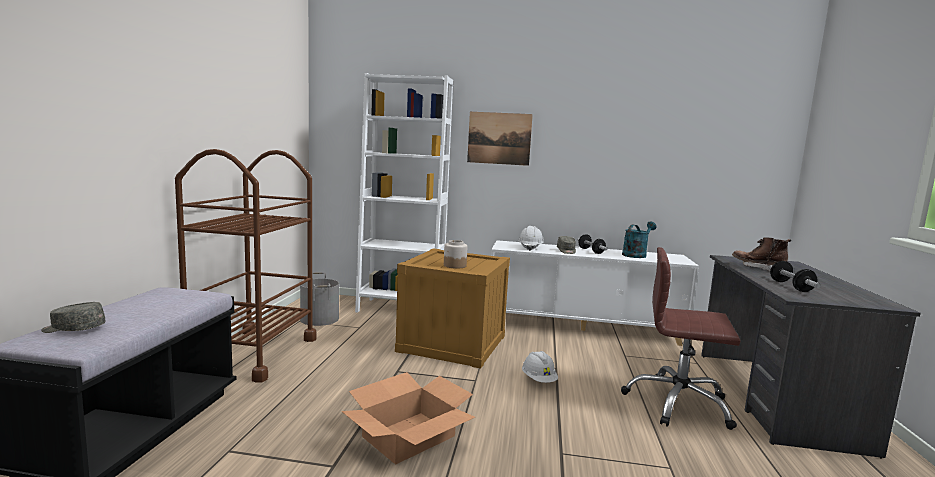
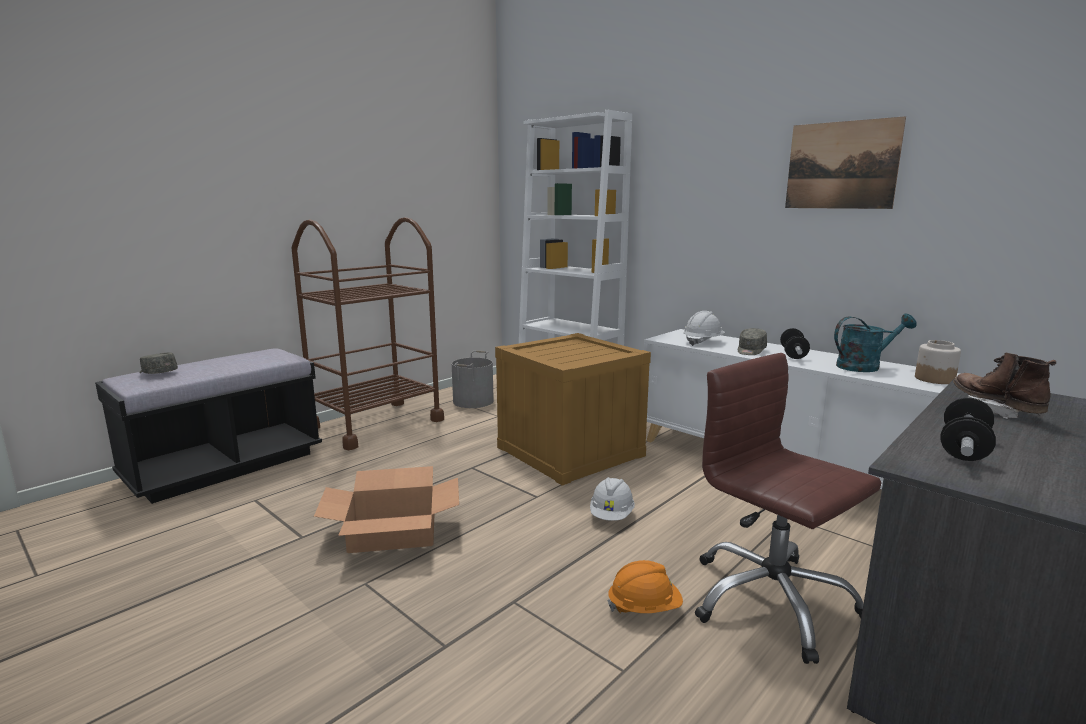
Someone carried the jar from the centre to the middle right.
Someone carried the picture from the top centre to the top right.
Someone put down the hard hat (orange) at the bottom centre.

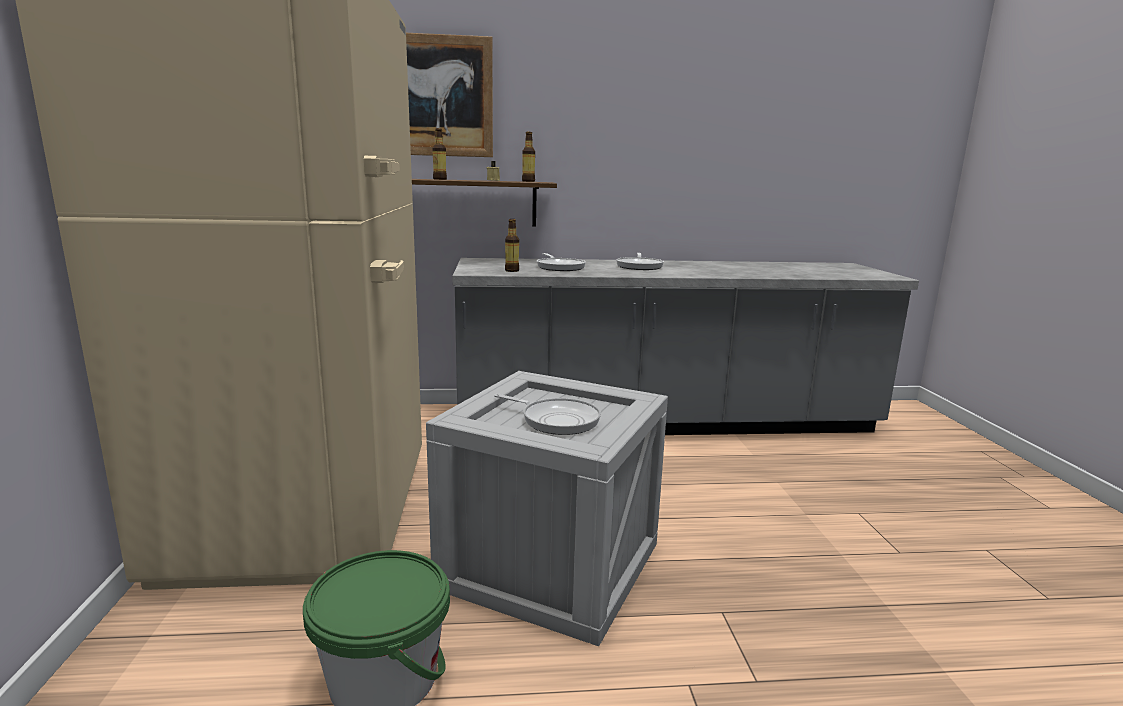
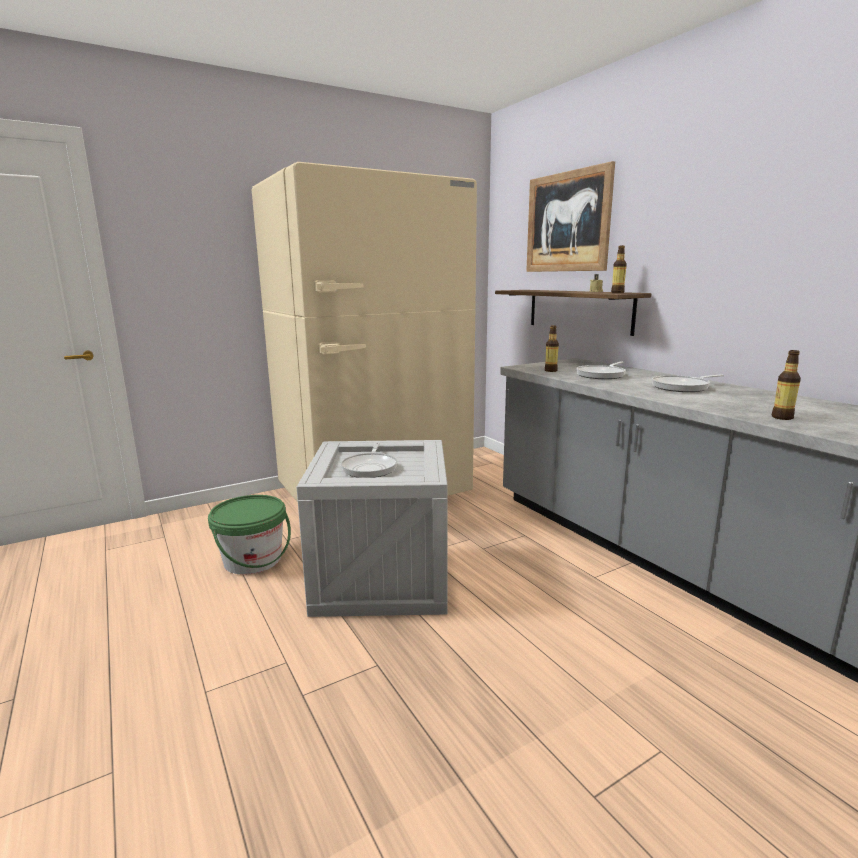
Someone carried the bottle (1st from left in the first image) from the top centre to the middle right.

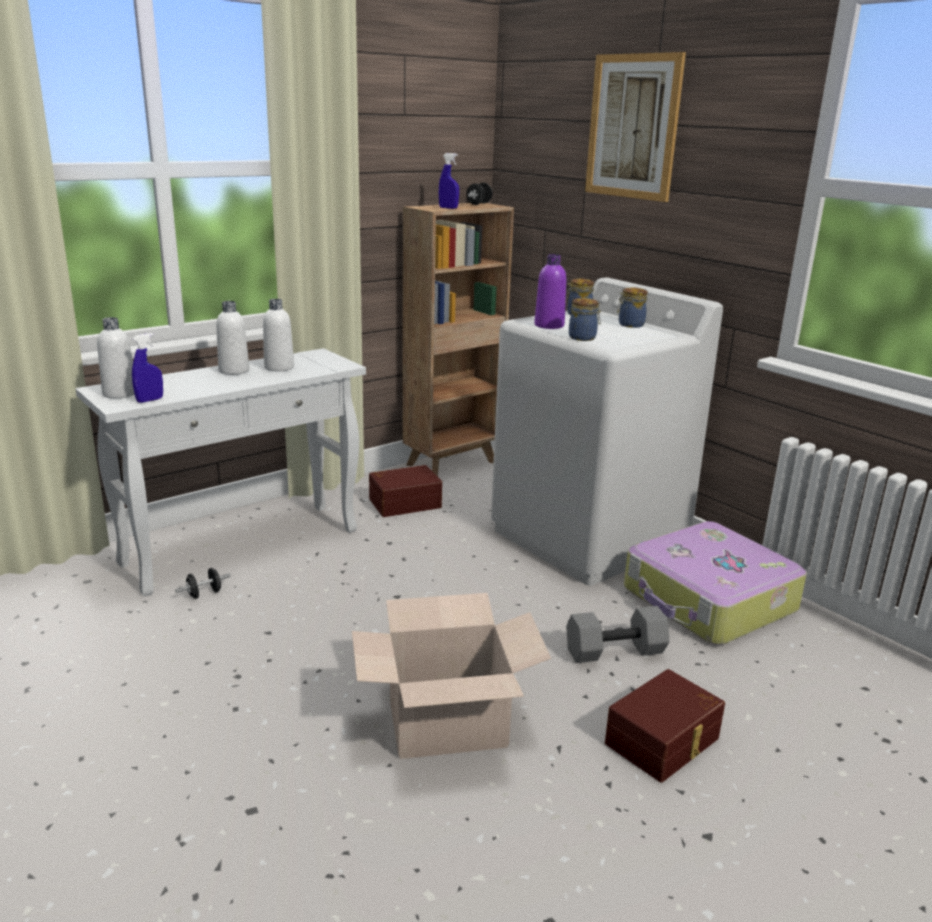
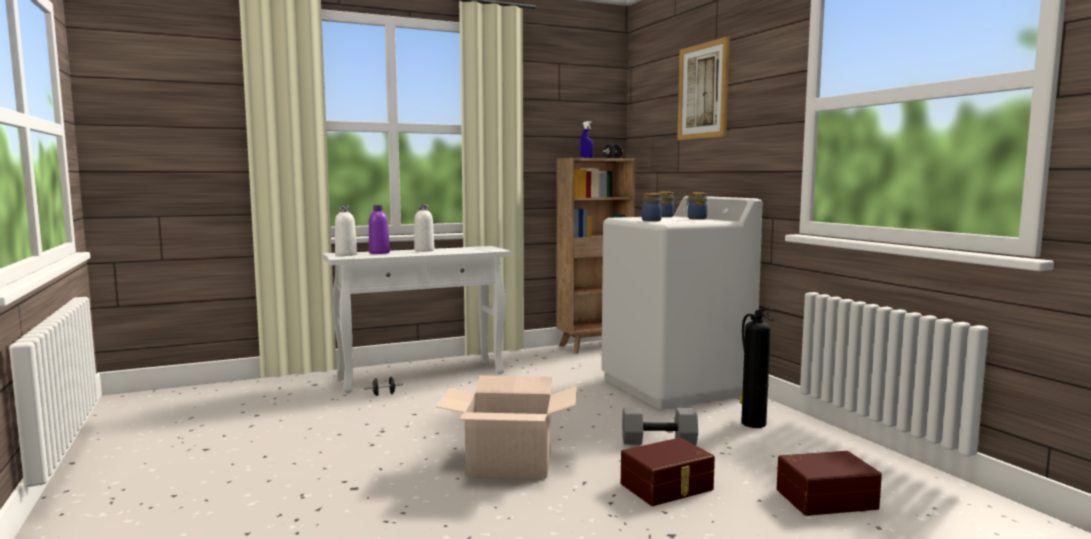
Someone took away the spray bottle (blue) (1st from left) at the middle left.
Someone took away the bottle (white) (3rd from left) at the middle left.
Someone carried the storage box (brown) (1st from left in the first image) from the centre to the bottom right.
Someone carried the bottle (purple) from the top centre to the centre.
Someone swapped the suitcase at the middle right for the fire extinguisher at the bottom right.

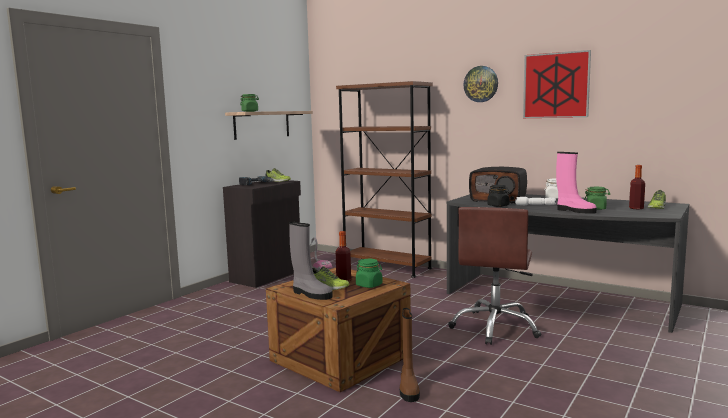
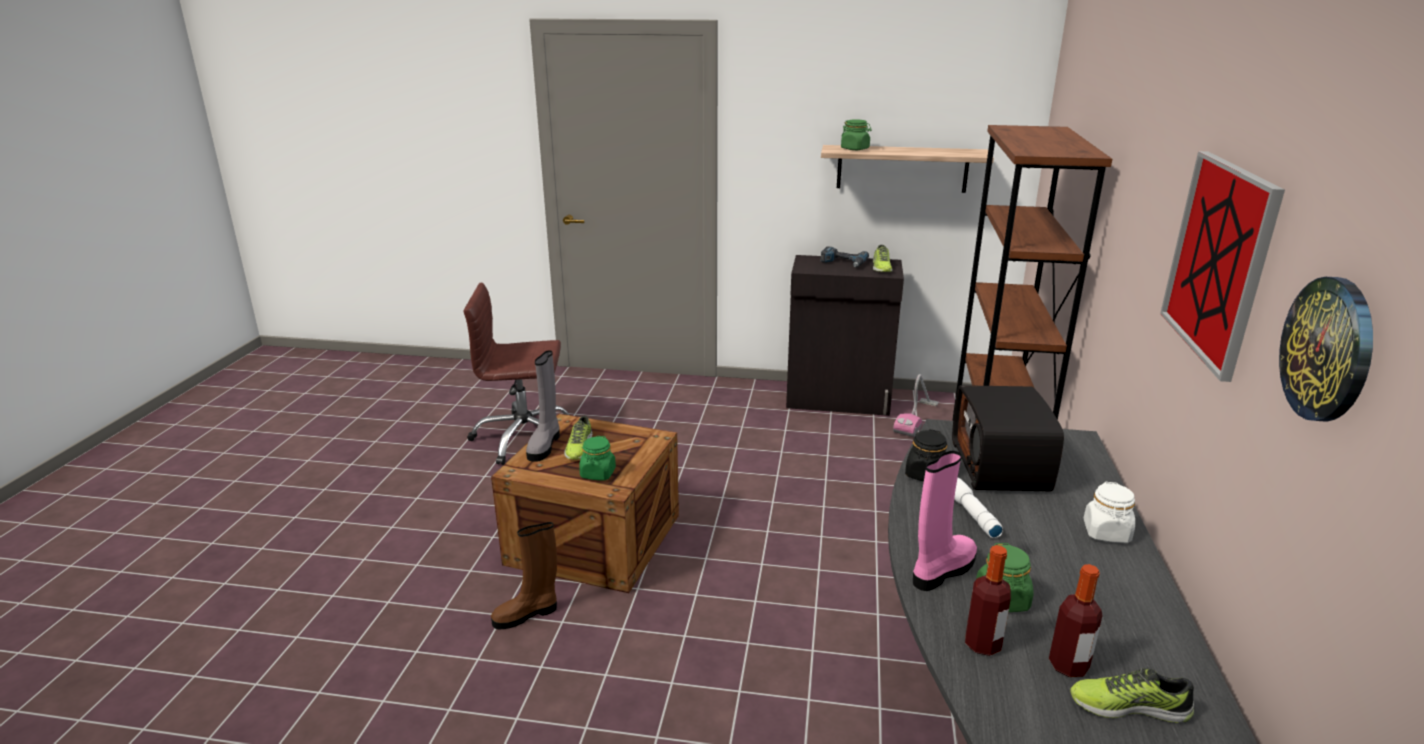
Someone carried the bottle (1st from left) from the centre to the bottom right.
Someone carried the office chair (brown) from the middle right to the centre.
Someone carried the wall clock from the top centre to the middle right.
Someone rotated the boot (pink) at the middle right by 150 degrees counterclockwise.

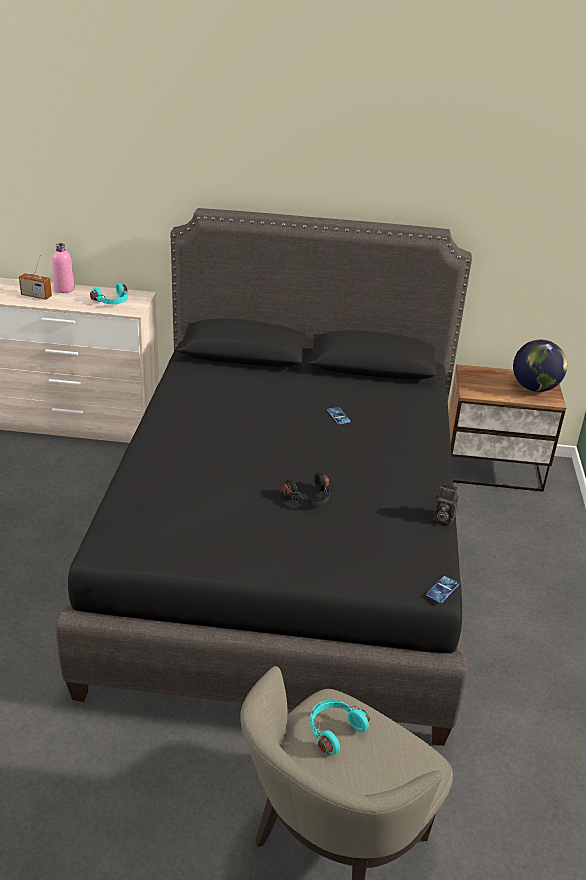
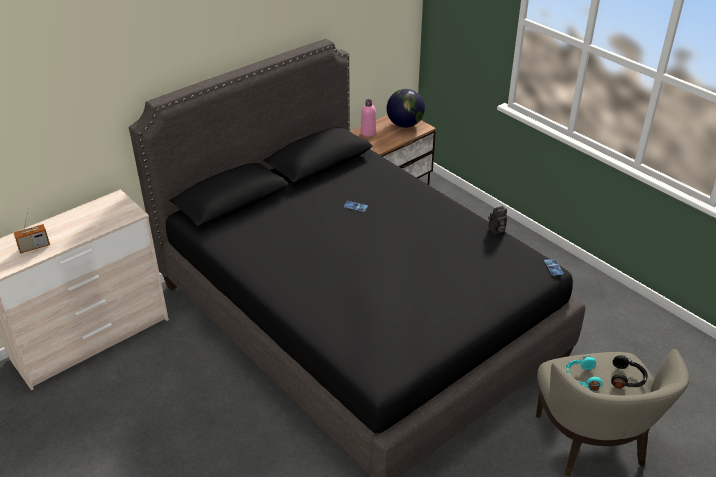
Someone carried the bottle (pink) from the top left to the top centre.
Someone took away the headphones (turquoise) (1st from left) at the top left.
Someone carried the headphones (black) from the centre to the bottom right.

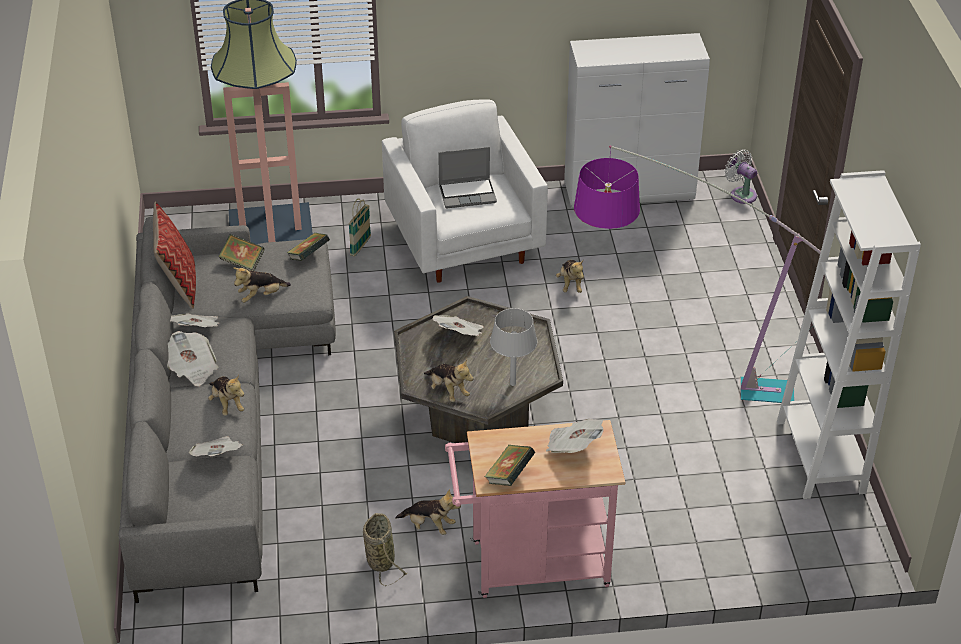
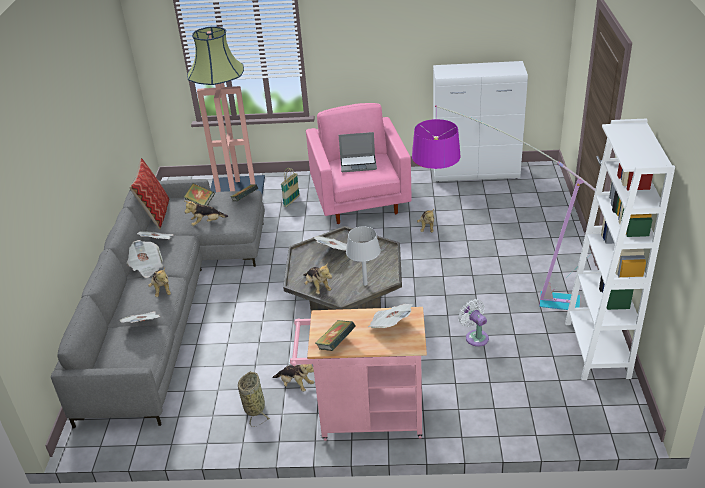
Someone repainted the armchair (white) at the top centre, which became the armchair (pink) at the centre.
Someone carried the fan (white) from the top right to the middle right.

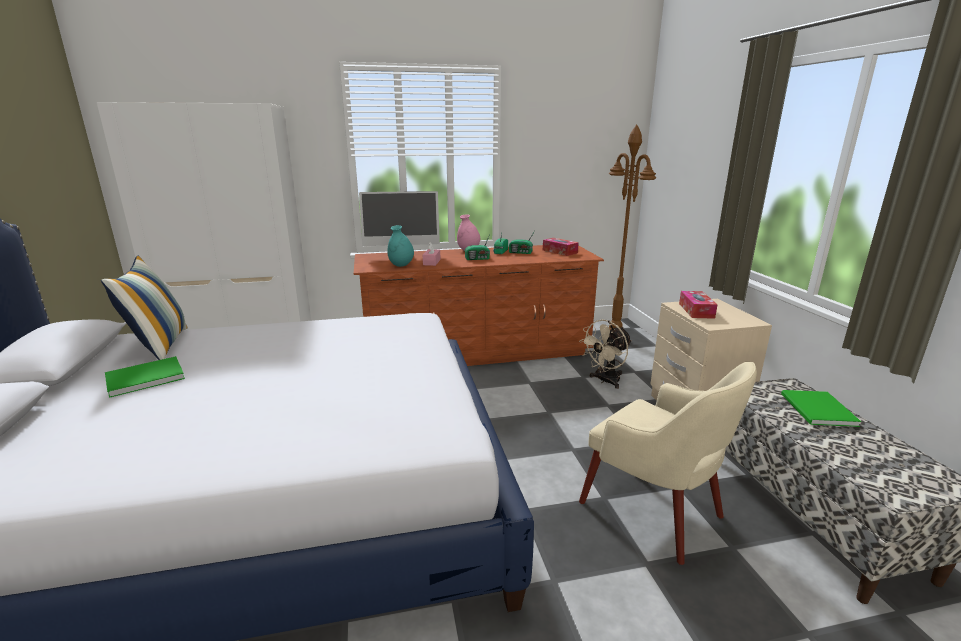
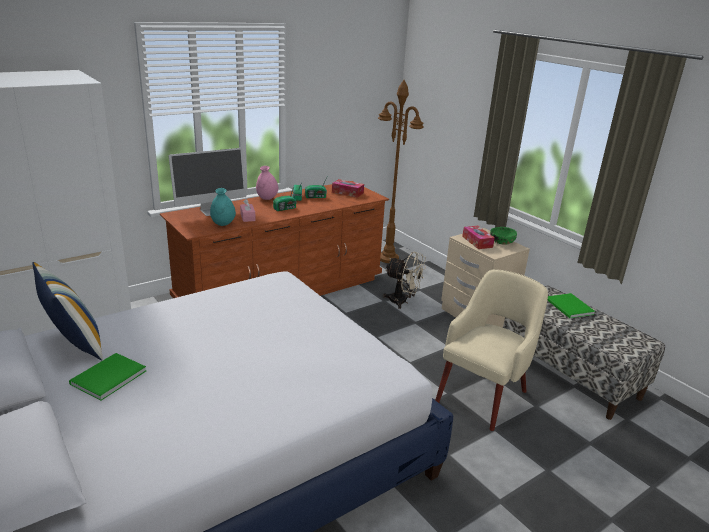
Someone rotated the fan (beige) at the centre by 90 degrees counterclockwise.
Someone rotated the armchair (beige) at the bottom right by 75 degrees counterclockwise.
Someone put down the bowl (green) at the middle right.

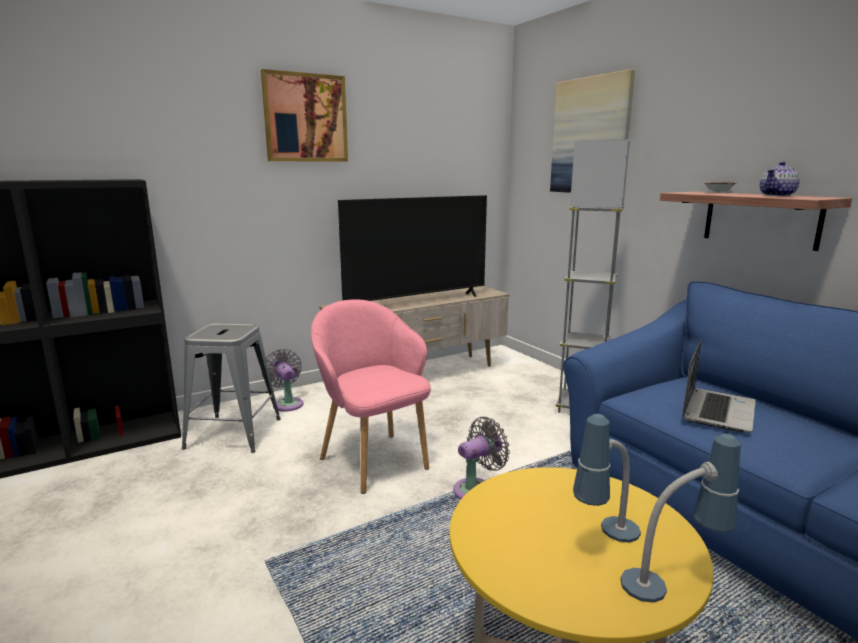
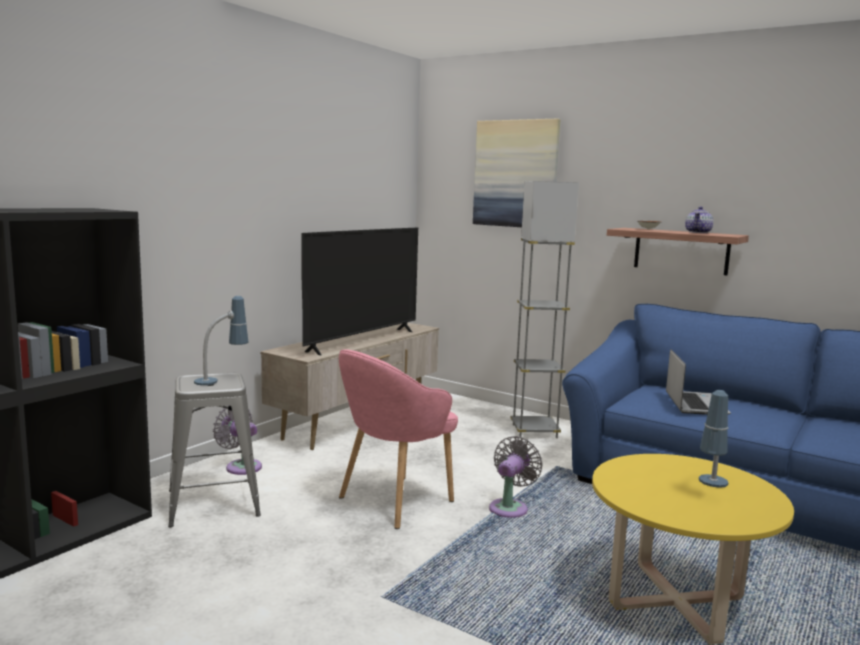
Someone took away the picture (1st from left) at the top centre.
Someone rotated the armchair (pink) at the centre by 75 degrees counterclockwise.
Someone carried the table lamp (2nd from left in the first image) from the bottom right to the middle left.

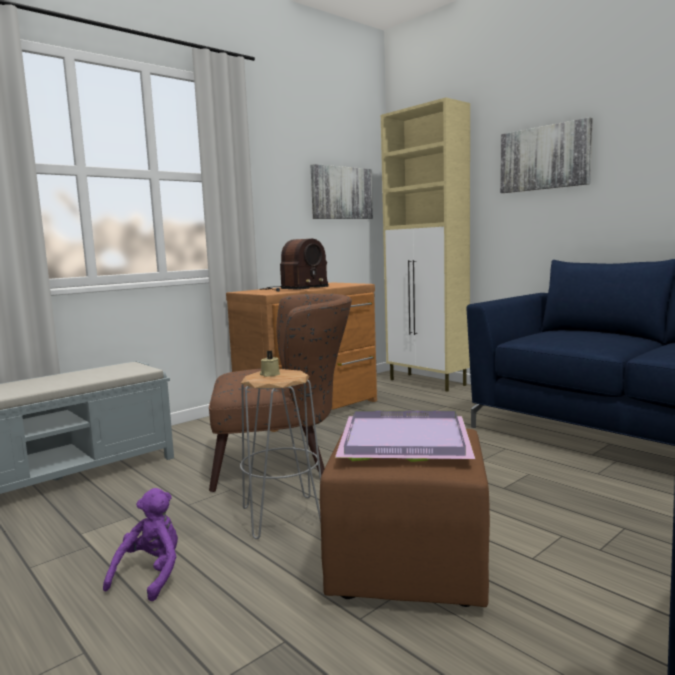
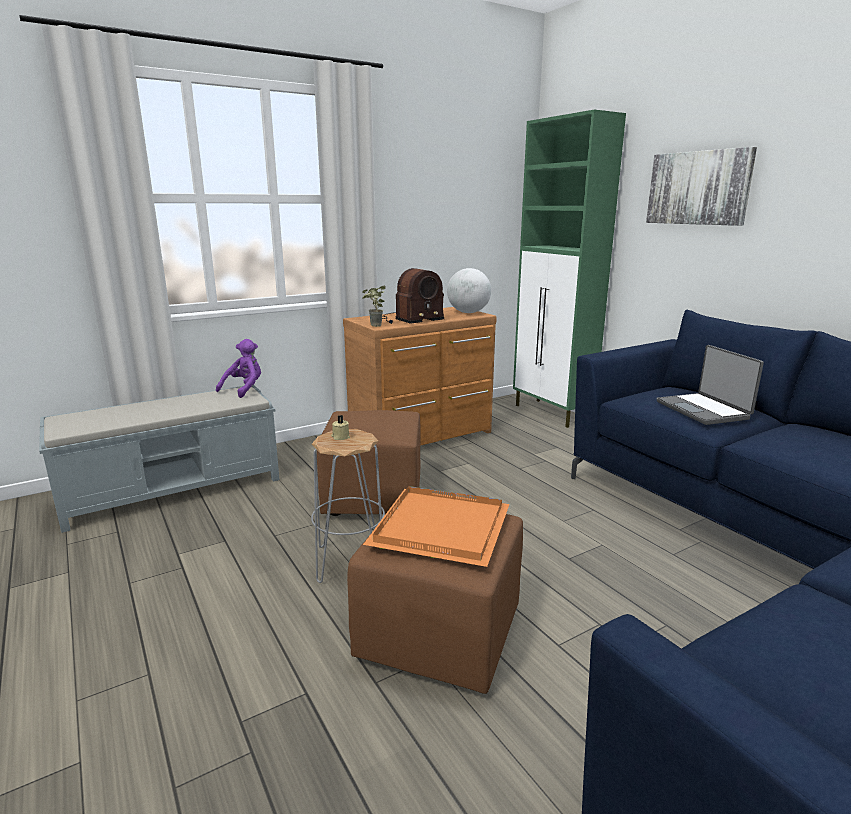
Someone carried the plush toy (purple) from the bottom left to the middle left.
Someone swapped the armchair (brown) at the centre for the ottoman (brown) (1st from left) at the centre.
Someone took away the picture (1st from left) at the top centre.
Someone repainted the tray (purple) at the centre, which became the tray (orange) at the centre.
Someone repainted the cabinet (beige) at the centre, which became the cabinet (green) at the top right.
Someone put down the potted plant at the centre.
Someone put down the globe at the centre.
Someone put down the laptop at the middle right.

